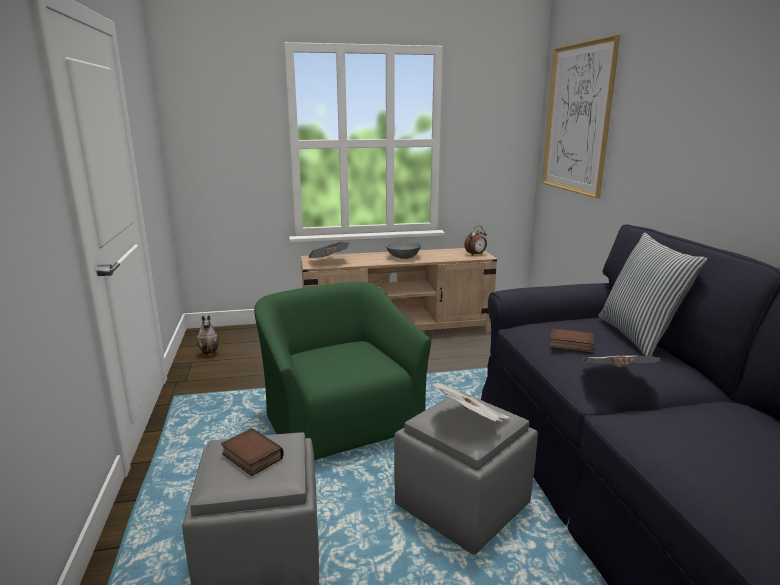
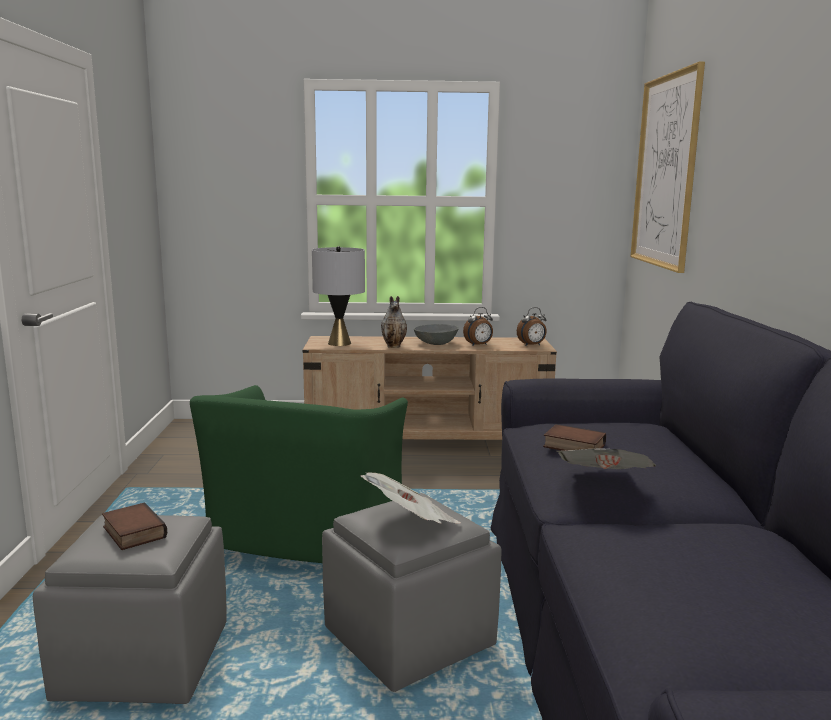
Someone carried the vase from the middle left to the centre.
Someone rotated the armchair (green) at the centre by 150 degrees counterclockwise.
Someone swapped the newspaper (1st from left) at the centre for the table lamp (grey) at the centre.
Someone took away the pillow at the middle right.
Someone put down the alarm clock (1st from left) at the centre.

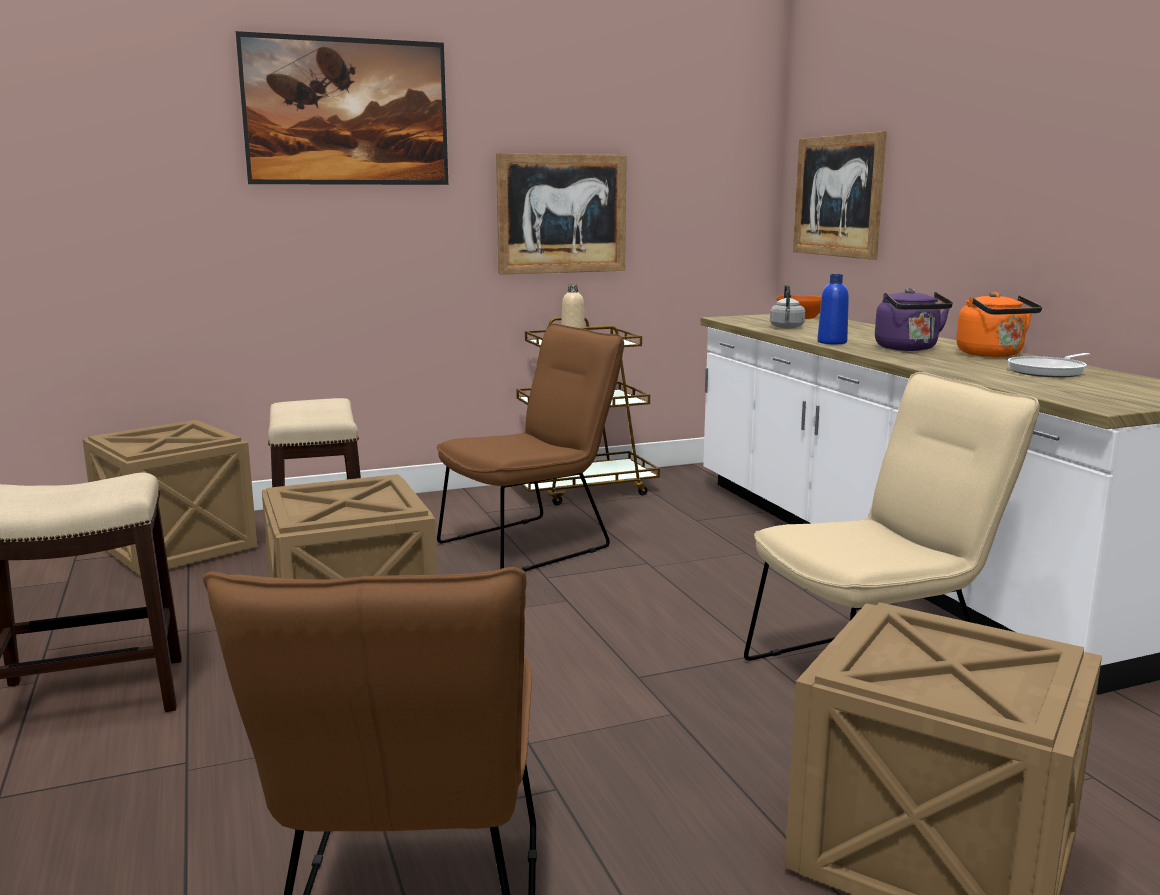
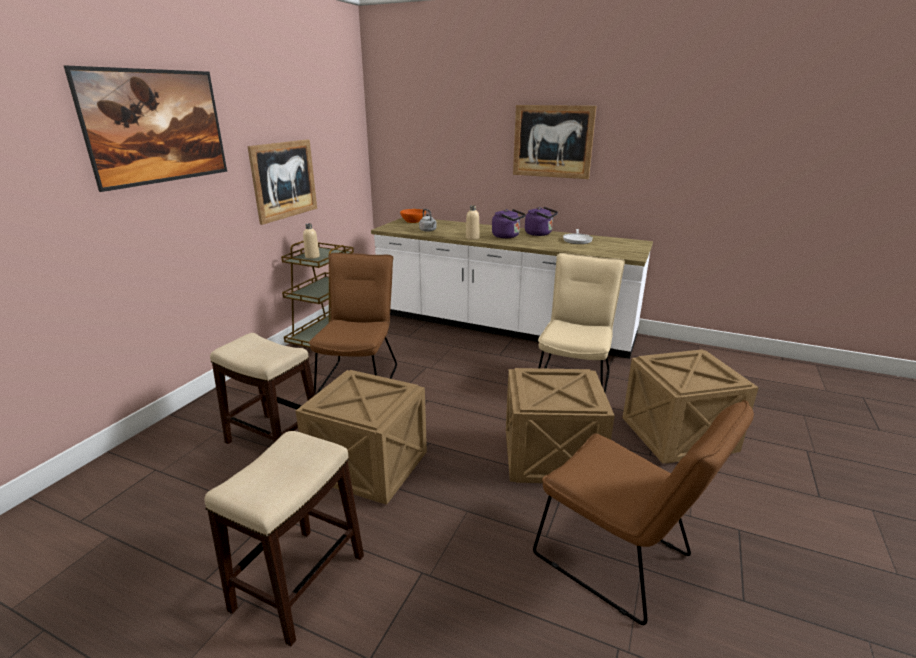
Someone carried the crate (1st from left in the first image) from the middle left to the centre.
Someone carried the picture (3rd from left) from the top right to the top centre.
Someone repainted the bottle (blue) at the middle right, which became the bottle (beige) (2nd from left) at the centre.
Someone repainted the kettle (orange) at the middle right, which became the kettle (purple) (2nd from left) at the centre.

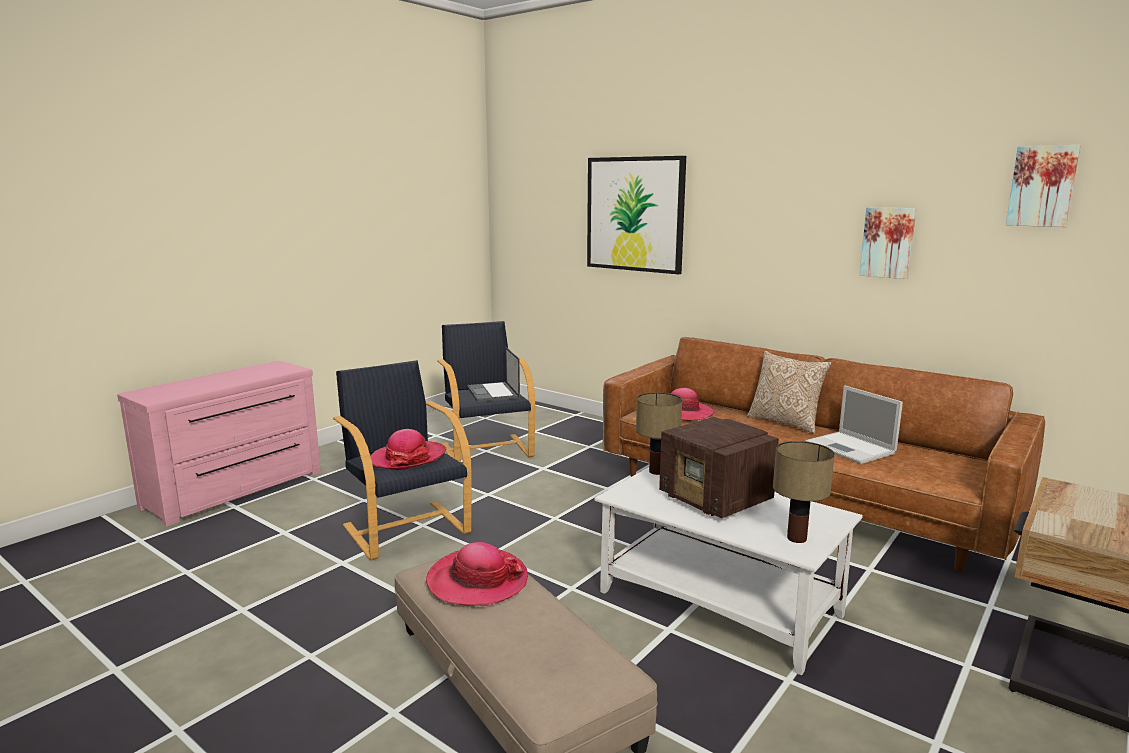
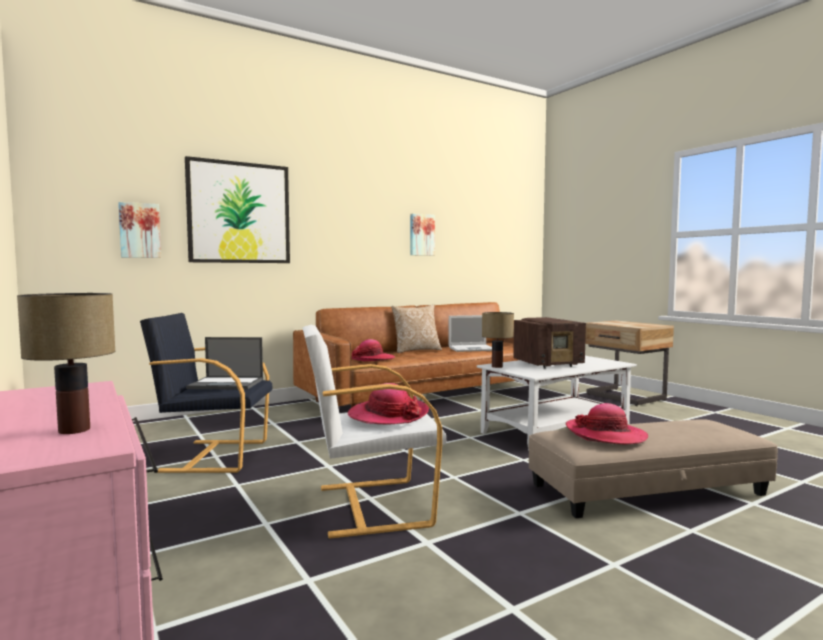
Someone repainted the armchair (black) (1st from left) at the centre, which became the armchair (white) at the bottom centre.
Someone carried the table lamp (2nd from left in the first image) from the middle right to the middle left.
Someone carried the picture (3rd from left in the first image) from the top right to the middle left.

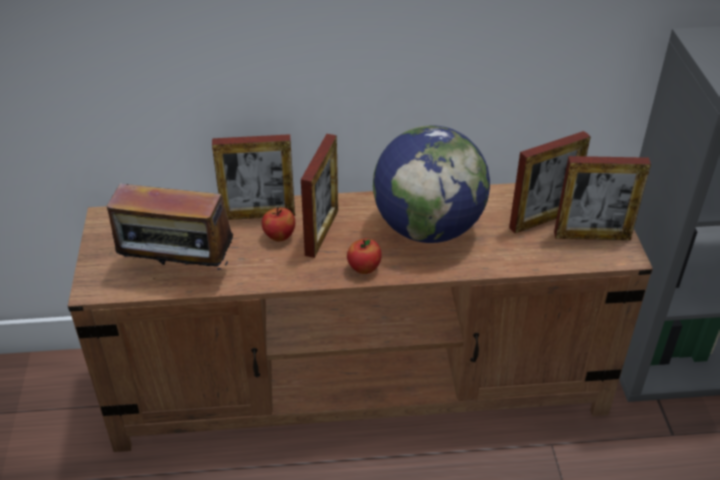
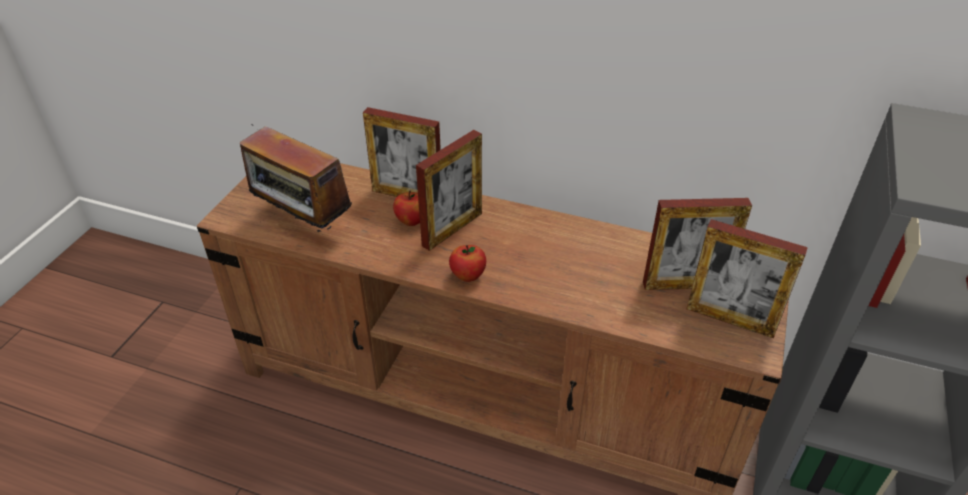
Someone took away the globe at the centre.

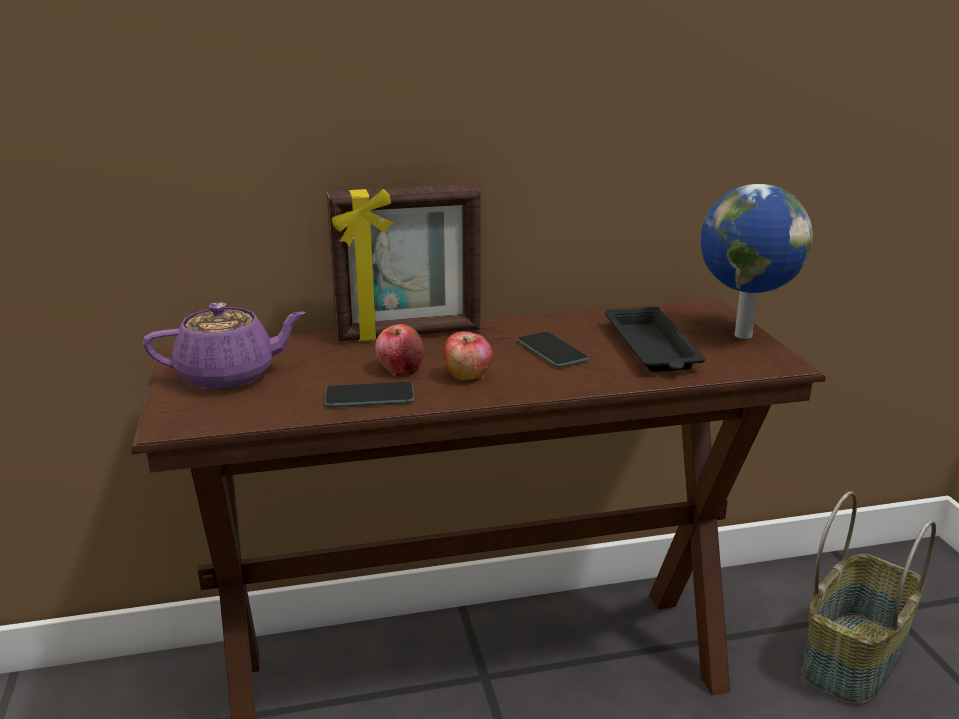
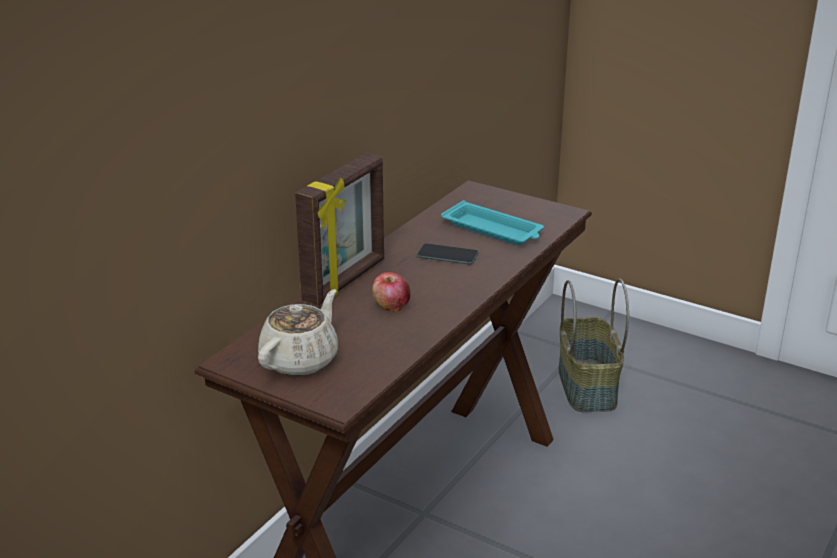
Someone repainted the teapot (purple) at the middle left, which became the teapot (beige) at the centre.
Someone took away the phone (1st from left) at the centre.
Someone took away the apple (2nd from left) at the centre.
Someone repainted the tray (black) at the middle right, which became the tray (turquoise) at the centre.
Someone took away the globe at the middle right.

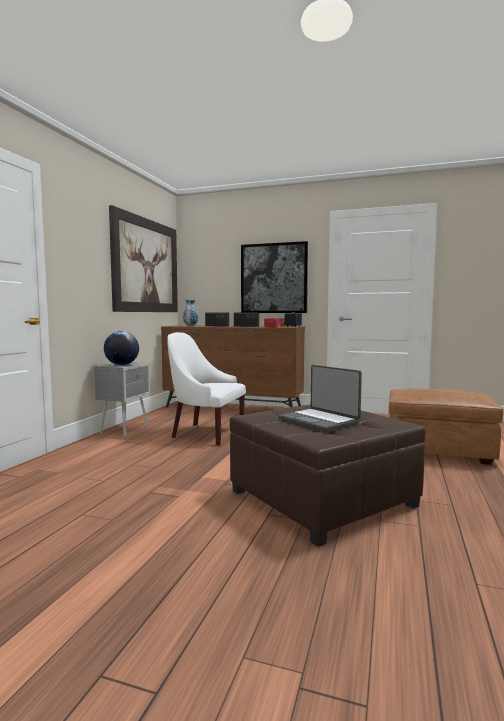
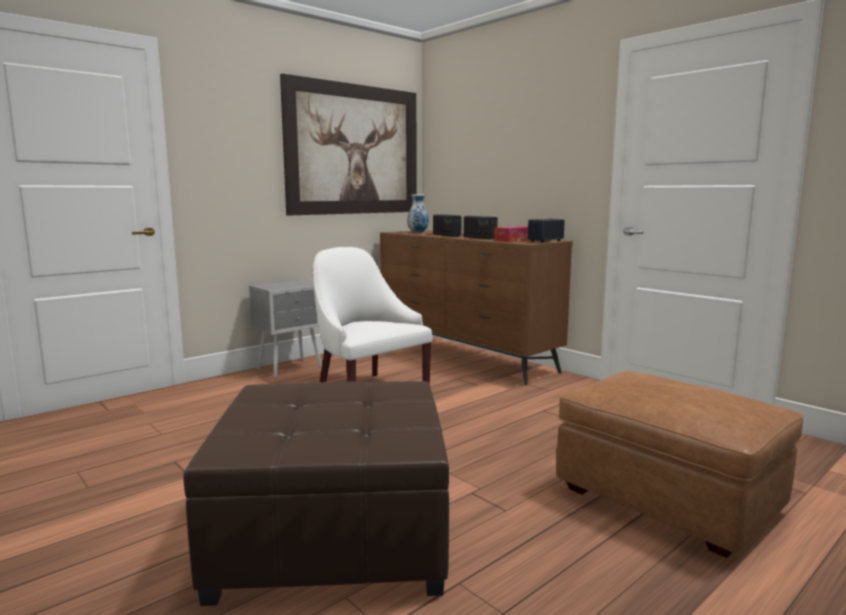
Someone took away the globe at the middle left.
Someone took away the picture (2nd from left) at the centre.
Someone took away the laptop at the centre.

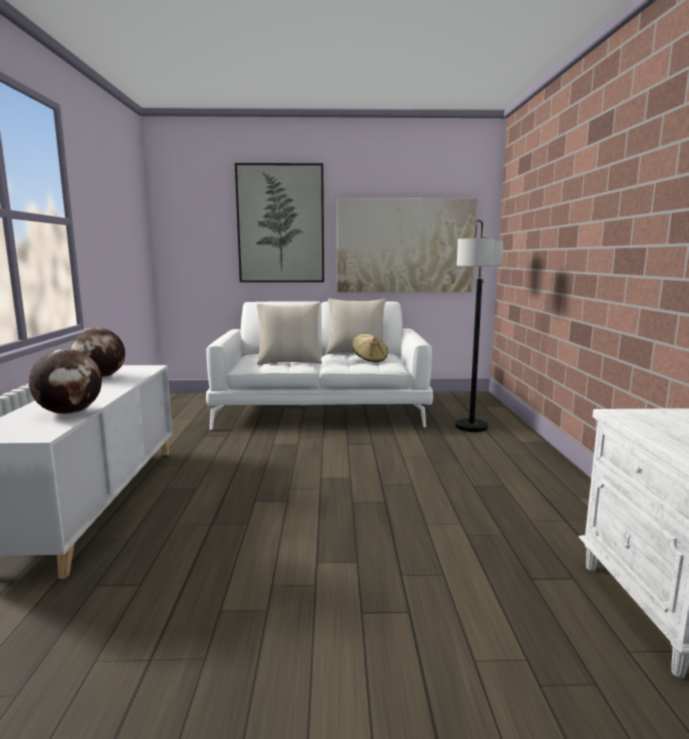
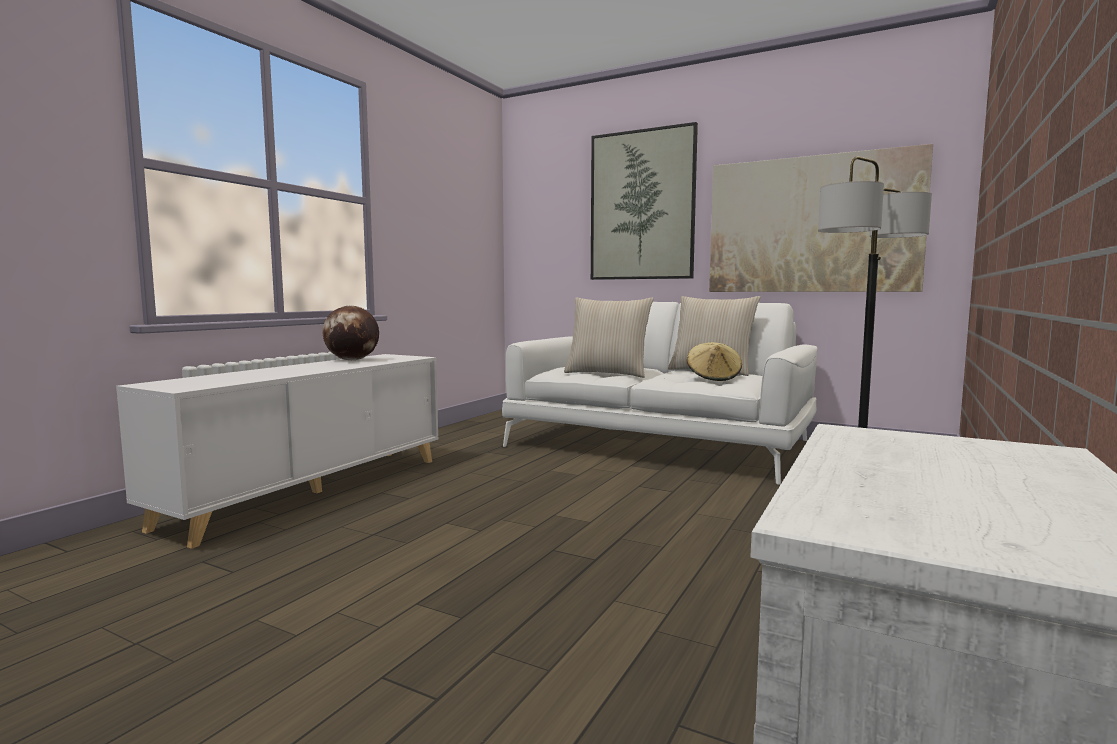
Someone took away the globe (1st from left) at the middle left.

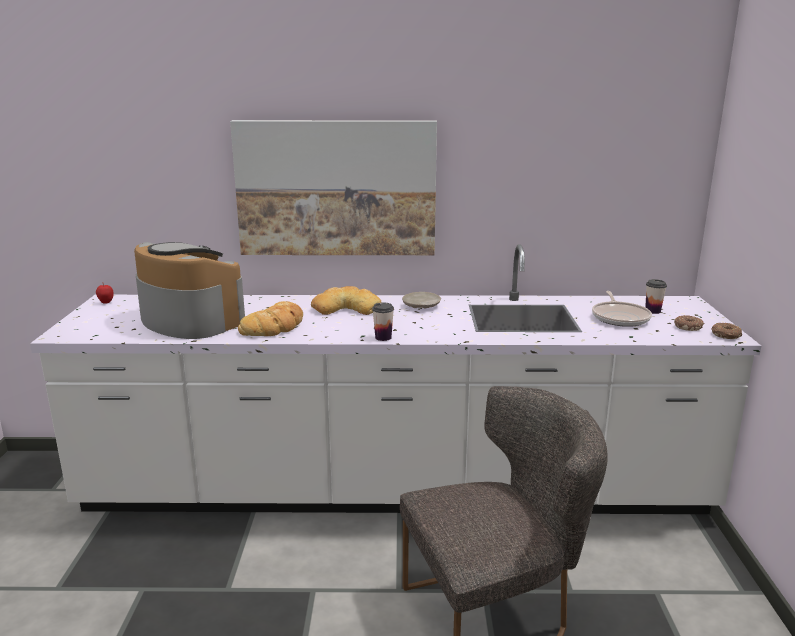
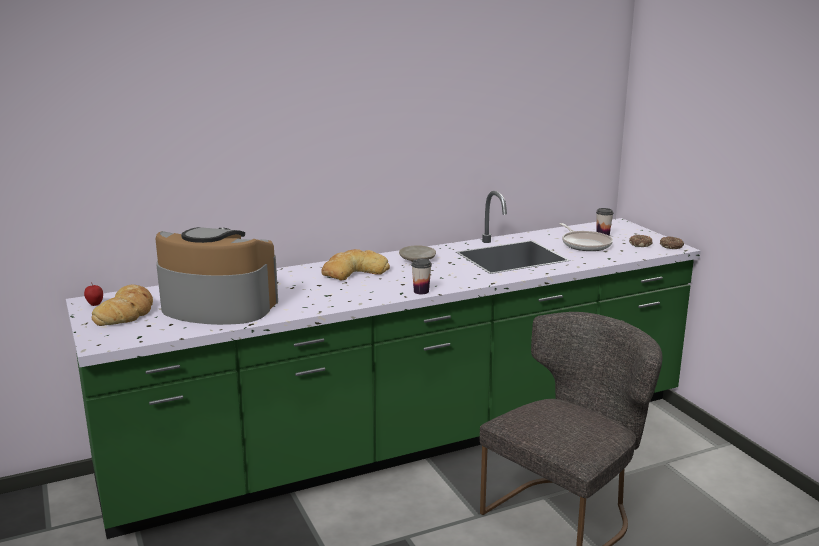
Someone repainted the counter (white) at the centre, which became the counter (green) at the bottom centre.
Someone took away the picture at the top centre.
Someone carried the bread (1st from left) from the centre to the middle left.

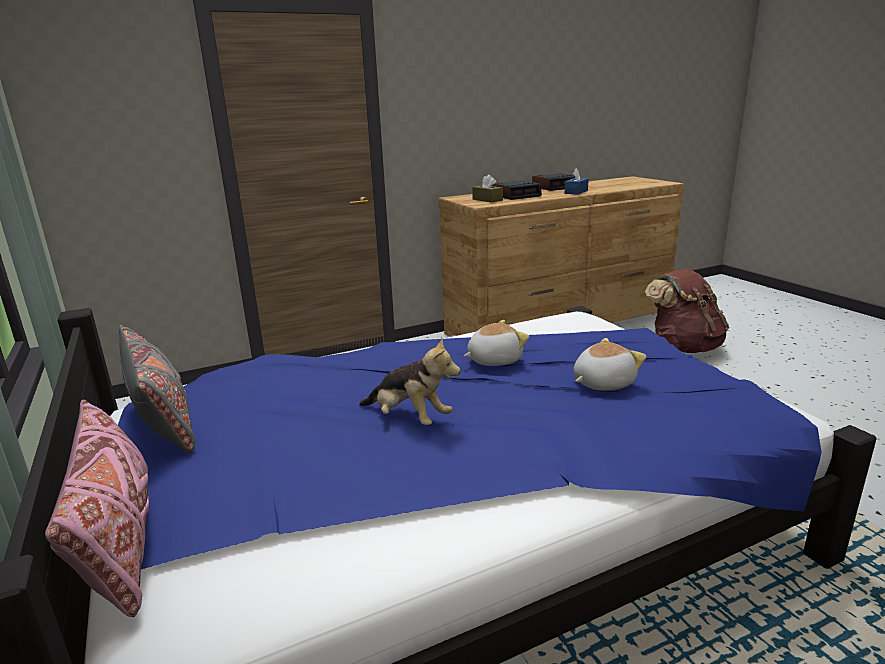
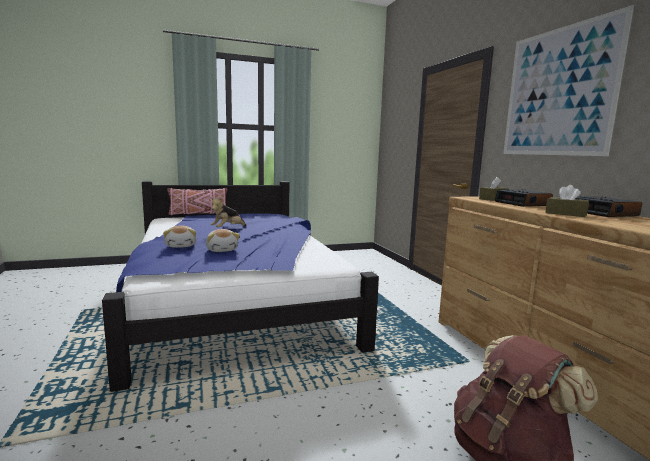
Someone took away the pillow (grey) at the middle left.
Someone carried the plush toy (2nd from left in the first image) from the centre to the middle left.
Someone repainted the tissue box (blue) at the top centre, which became the tissue box (brown) (2nd from left) at the middle right.
Someone put up the picture at the top right.

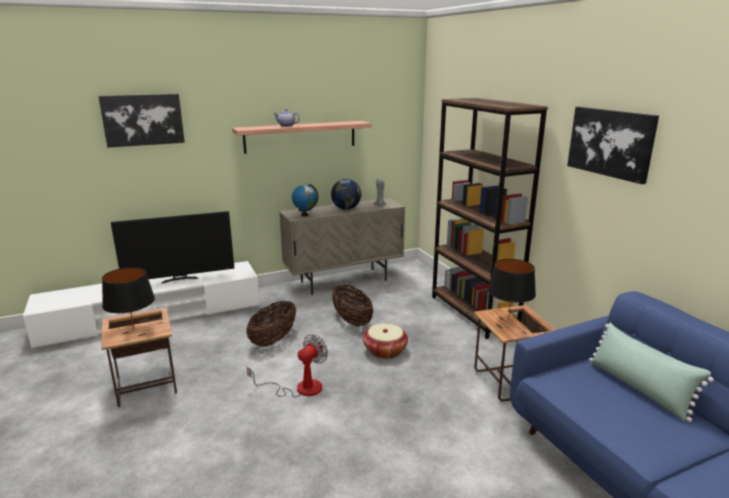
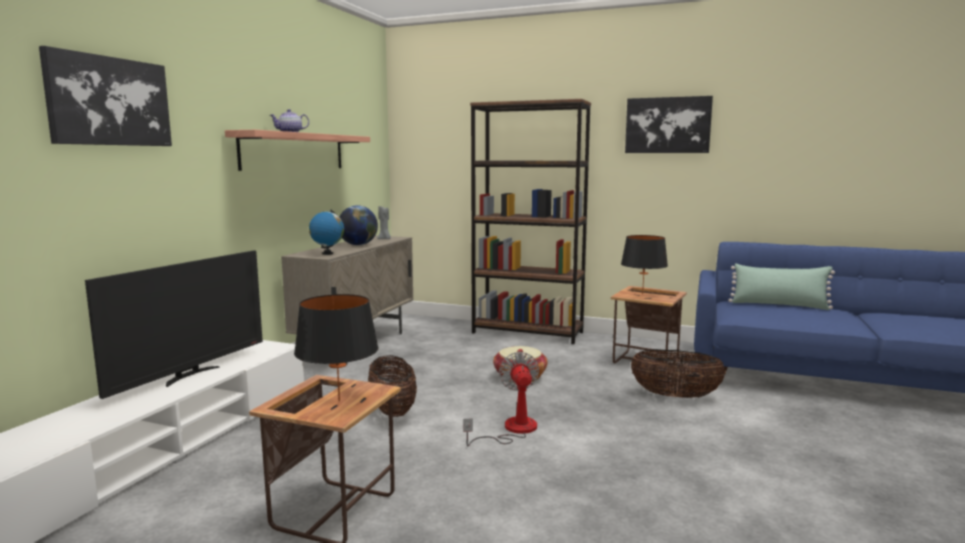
Someone carried the basket (2nd from left in the first image) from the centre to the bottom right.

